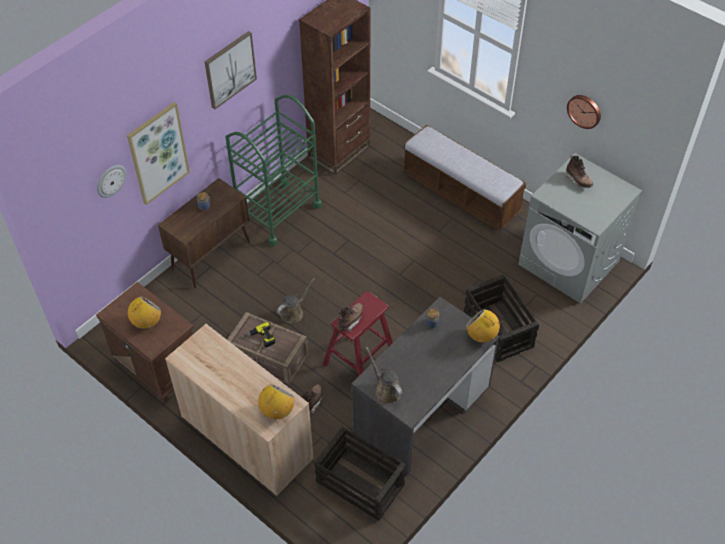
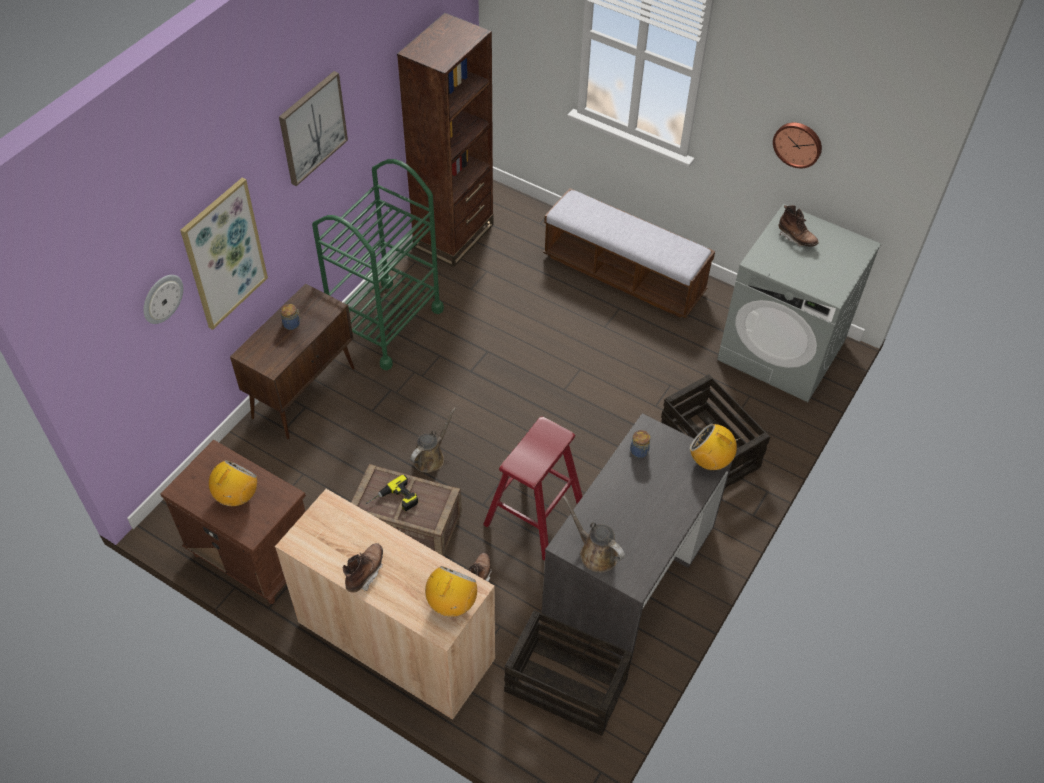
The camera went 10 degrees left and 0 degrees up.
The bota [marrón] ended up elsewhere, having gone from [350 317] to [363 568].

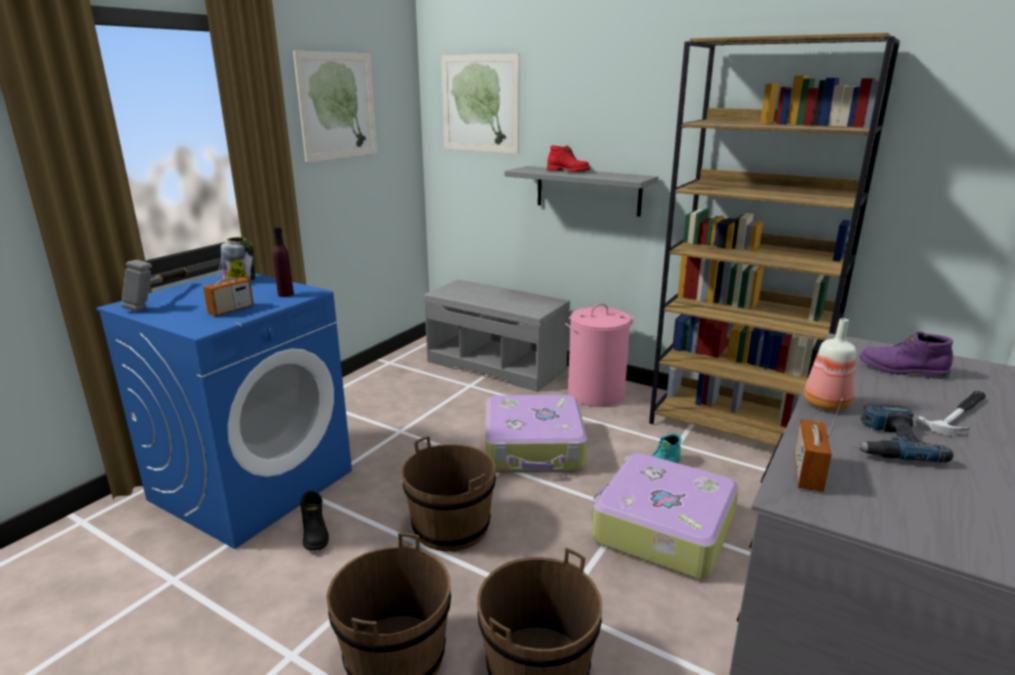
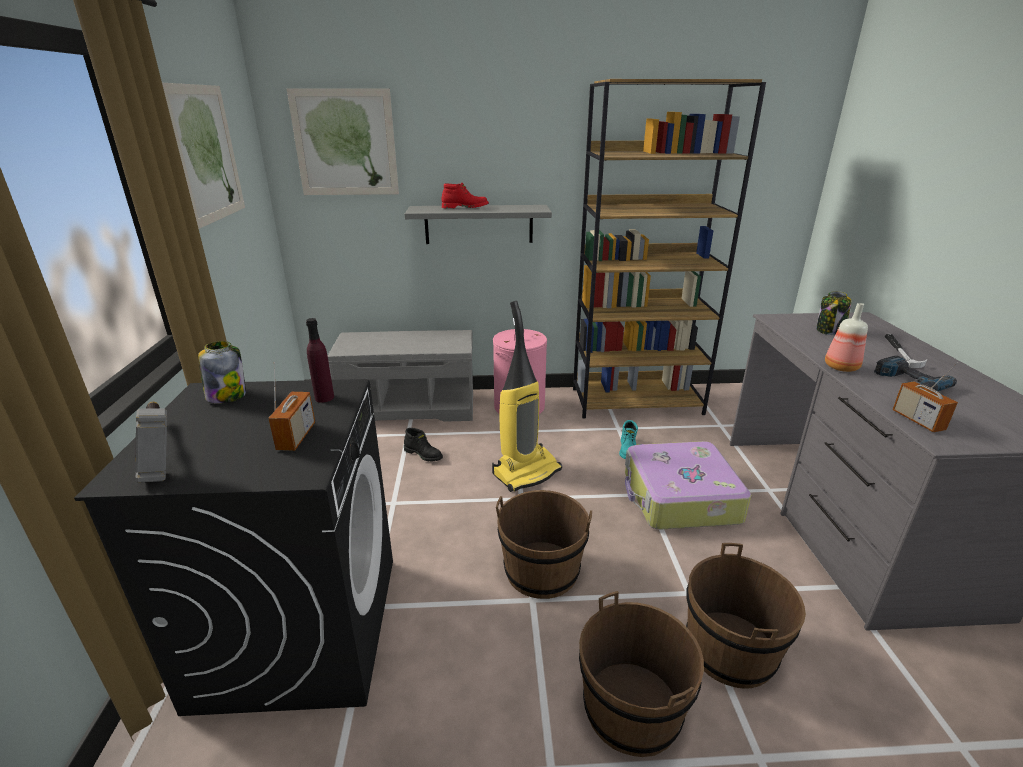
The camera went 35 degrees left and 5 degrees up.
What was the lavadora [azul] at [224 411] turned into the lavadora [negro] at [233 547].
The bota [negro] ended up elsewhere, having gone from [314 521] to [423 445].
Where the maleta stood at [536 434], the aspiradora came to stand at [527 396].
Where the bota [morado] stood at [906 355], the tarro came to stand at [833 313].

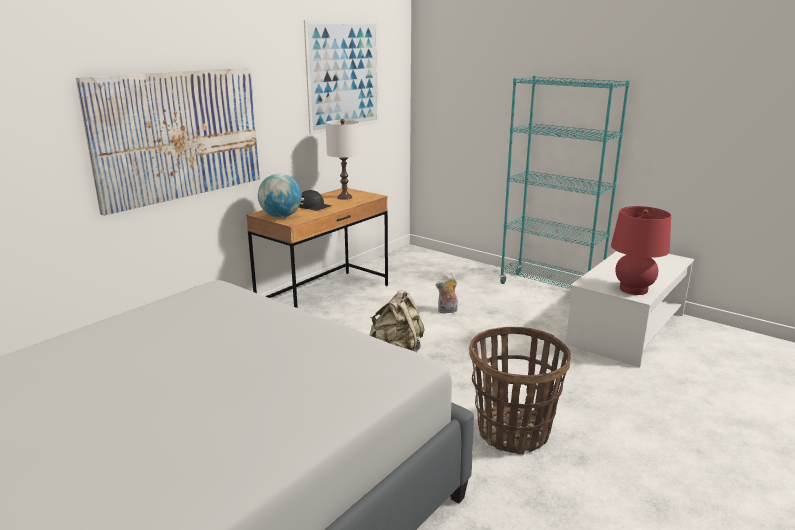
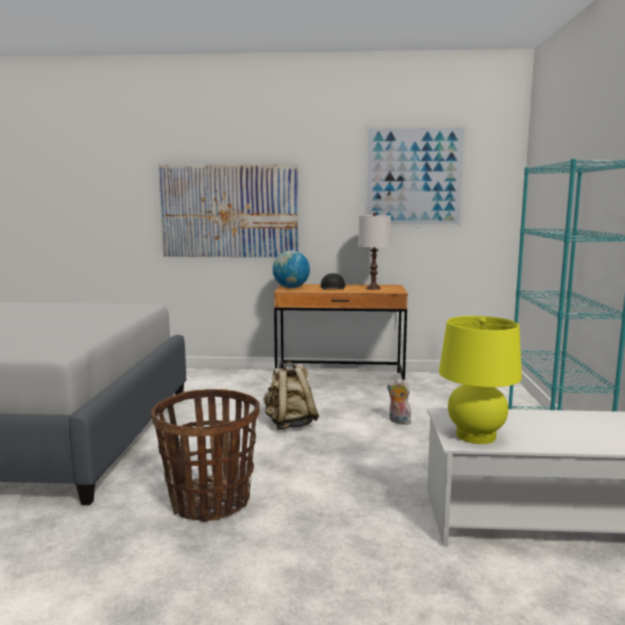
The camera went 55 degrees right and 10 degrees down.
What was the lámpara de mesa [rojo] at [641 250] turned into the lámpara de mesa [amarillo] at [480 380].

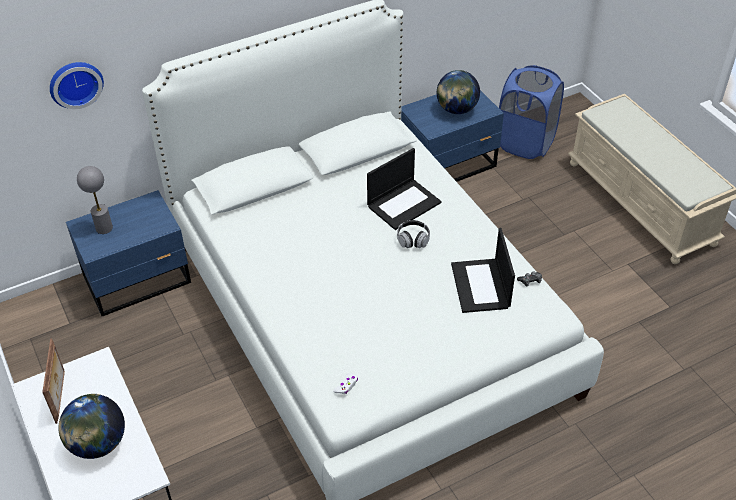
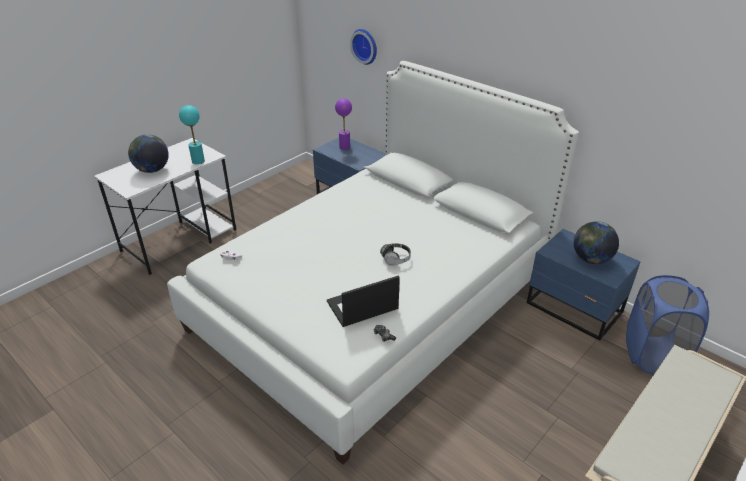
The camera went 70 degrees right and 10 degrees down.
The second view lost the portarretratos at [53 381].
What was the lámpara de mesa [gris] at [95 200] turned into the lámpara de mesa [morado] at [343 124].
The second view lost the portátil at [404 189].
The second view gained the lámpara de mesa [turquesa] at [192 134].

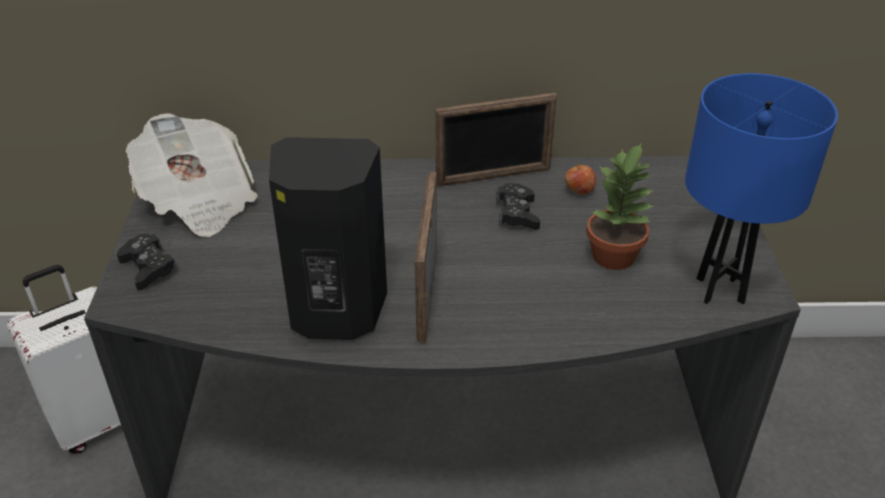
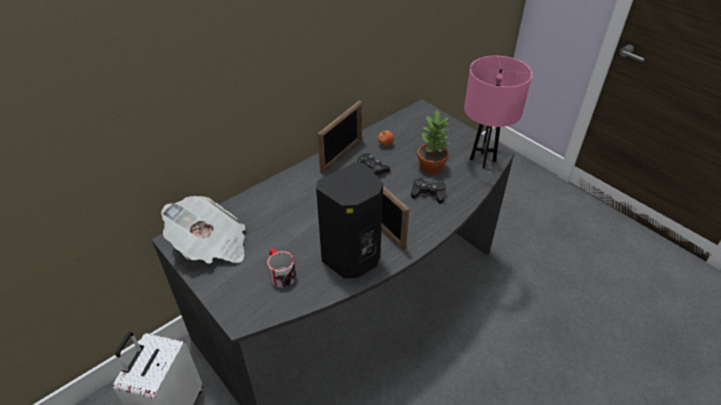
The camera went 40 degrees left and 5 degrees up.
The mando de consola [negro] ended up elsewhere, having gone from [147 262] to [428 190].
What was the lámpara de mesa [azul] at [761 188] turned into the lámpara de mesa [rosa] at [498 112].
The second view gained the taza grande at [281 268].

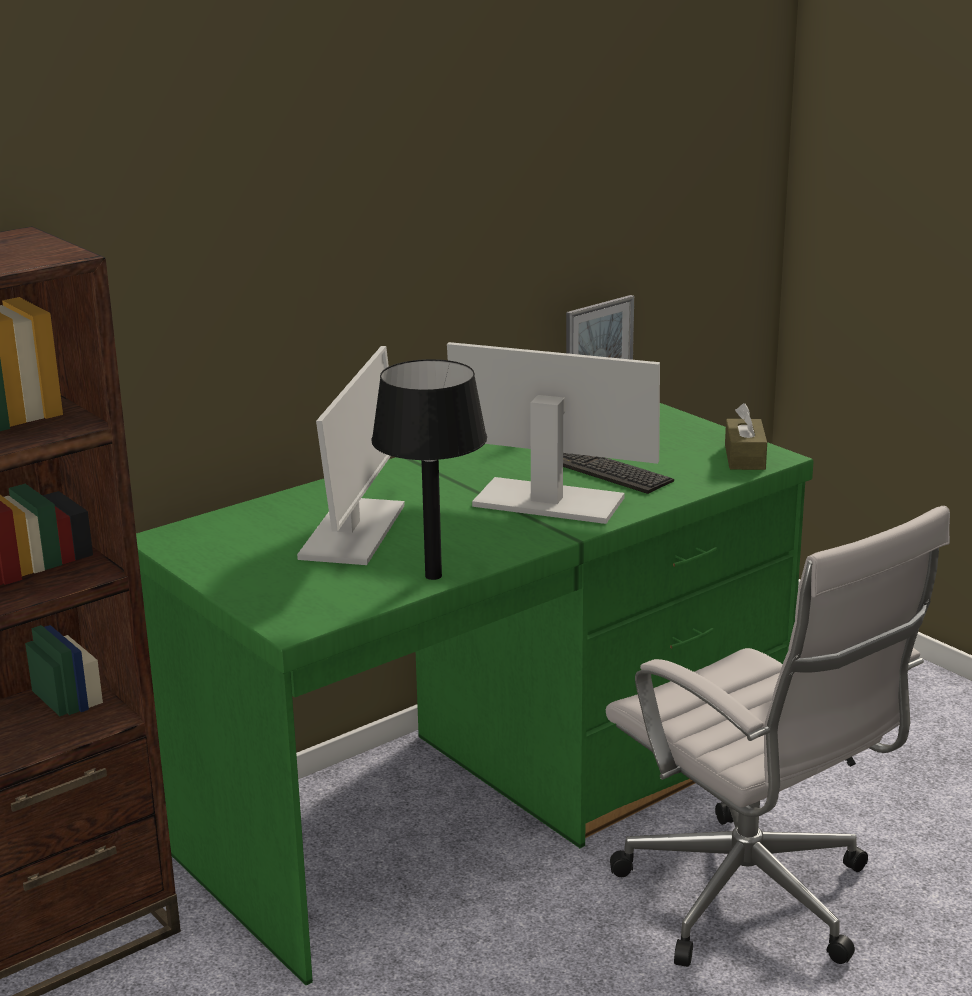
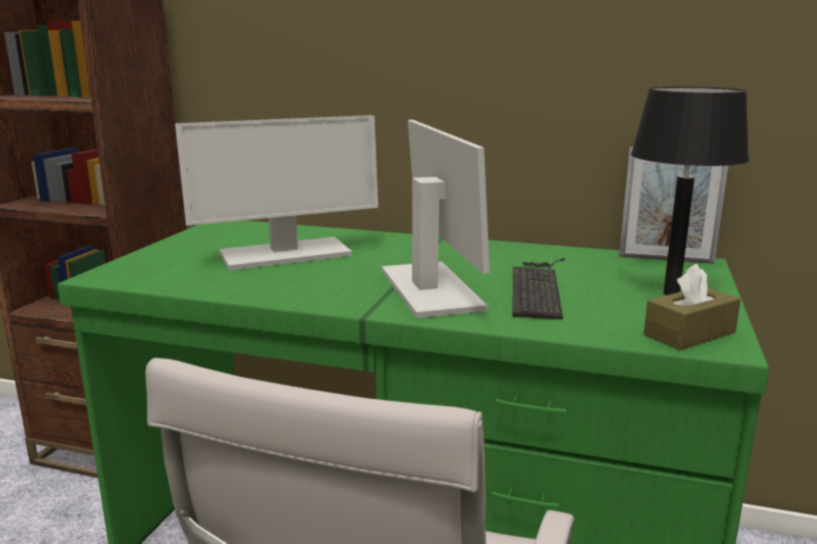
The camera went 55 degrees right and 5 degrees down.
The lámpara de mesa [negro] ended up elsewhere, having gone from [429 469] to [690 191].

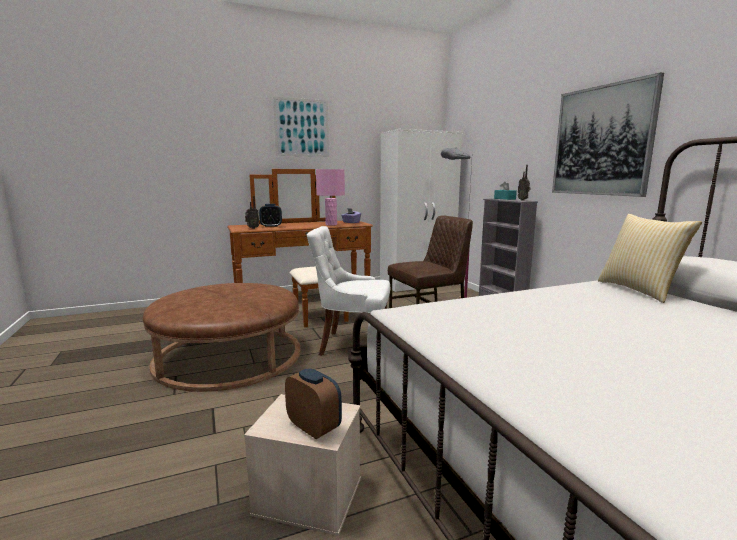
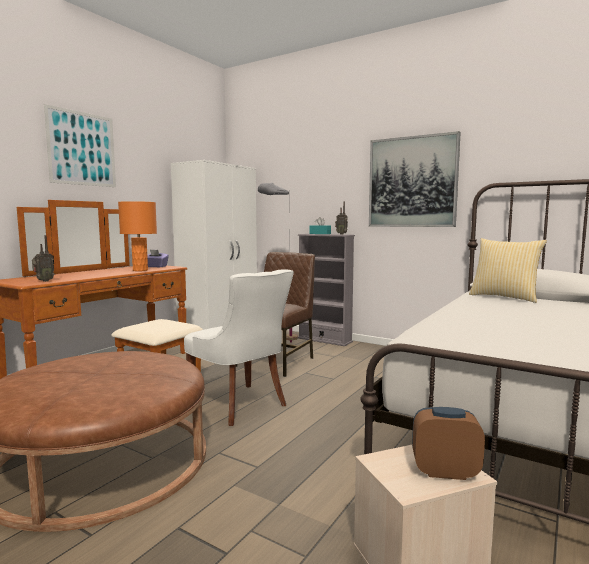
The camera went 35 degrees left and 5 degrees down.
The second view lost the despertador at [270 215].
The silla [blanco] at [348 291] ended up facing another way, 105 degrees counterclockwise from before.
What was the lámpara de mesa [rosa] at [330 197] turned into the lámpara de mesa [naranja] at [137 236].

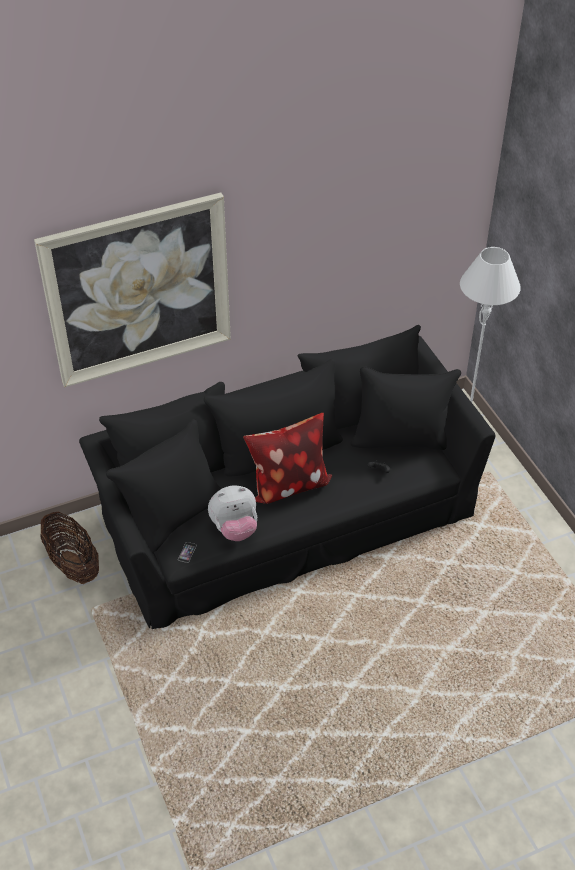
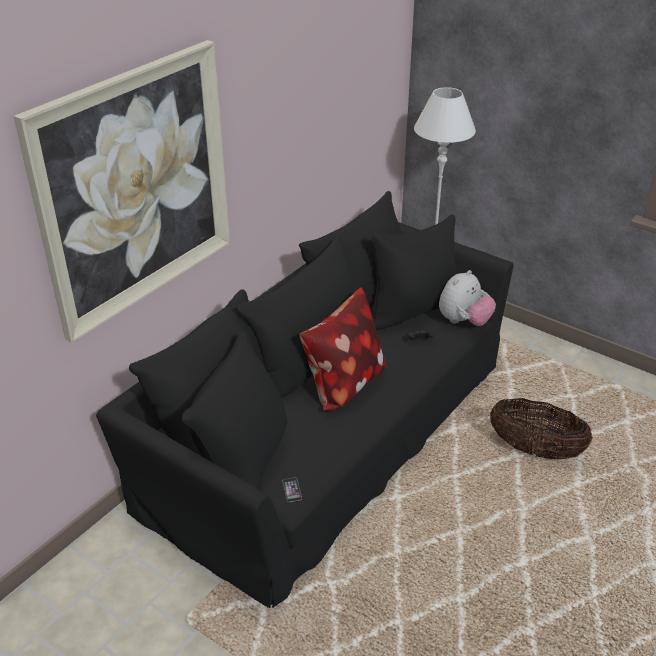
The camera went 30 degrees left and 10 degrees down.
The cesta ended up elsewhere, having gone from [69 548] to [541 428].
The peluche ended up elsewhere, having gone from [232 513] to [467 298].

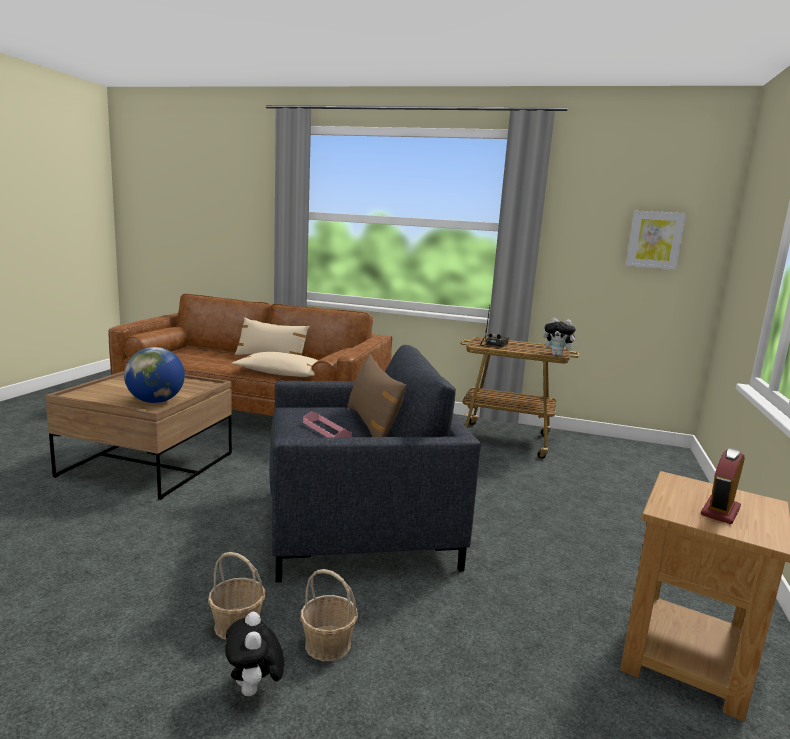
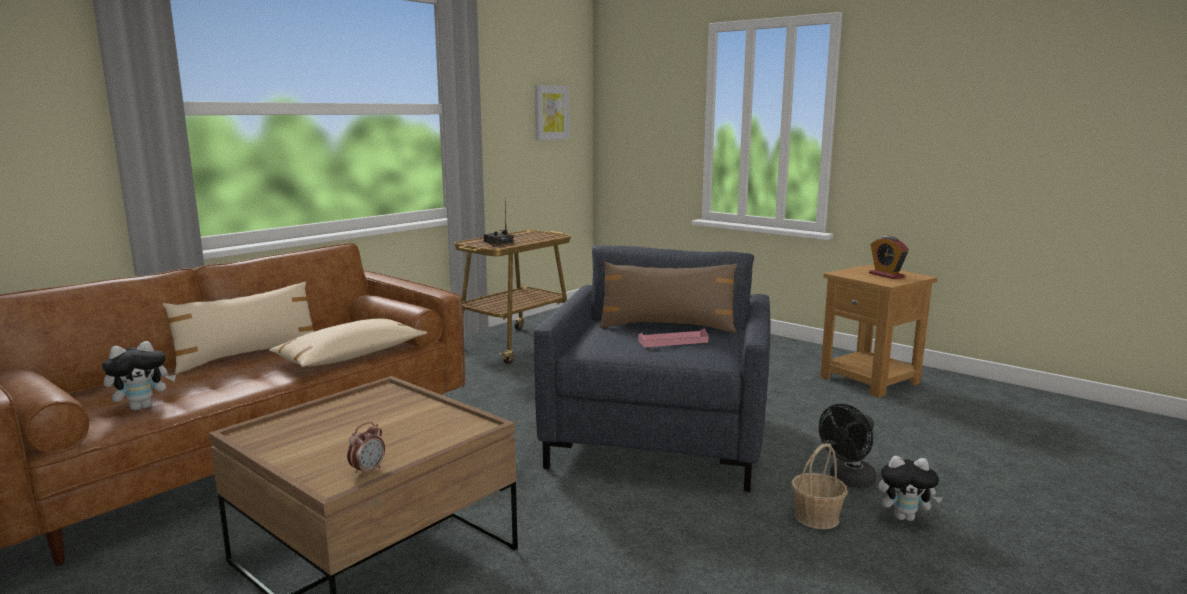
The camera went 65 degrees left and 0 degrees up.
The second view lost the globo terráqueo at [154 375].
Where the cesta stood at [329 615], the ventilador [negro] came to stand at [848 446].
The peluche ended up elsewhere, having gone from [561 336] to [139 375].
The second view gained the despertador at [366 449].

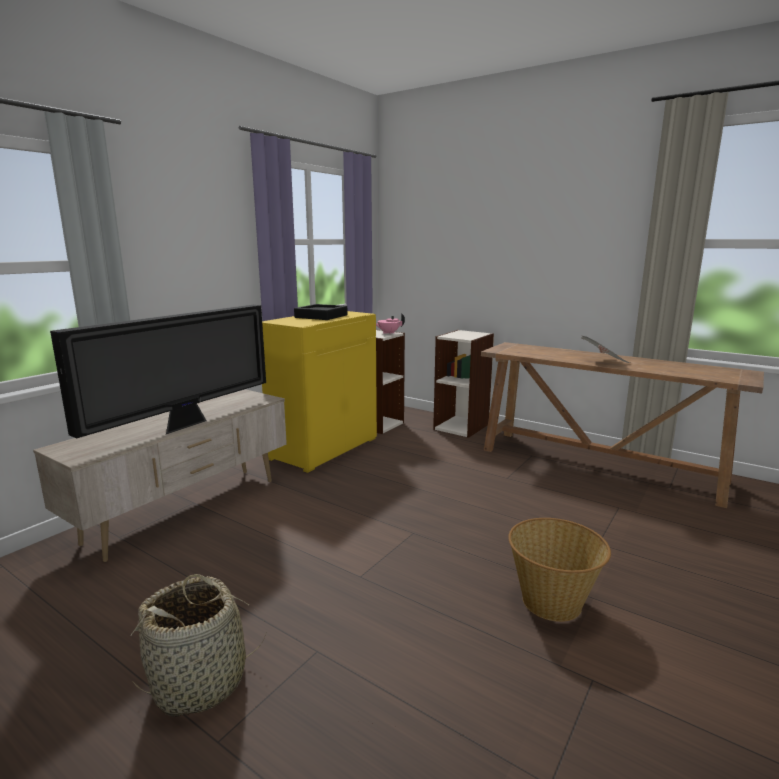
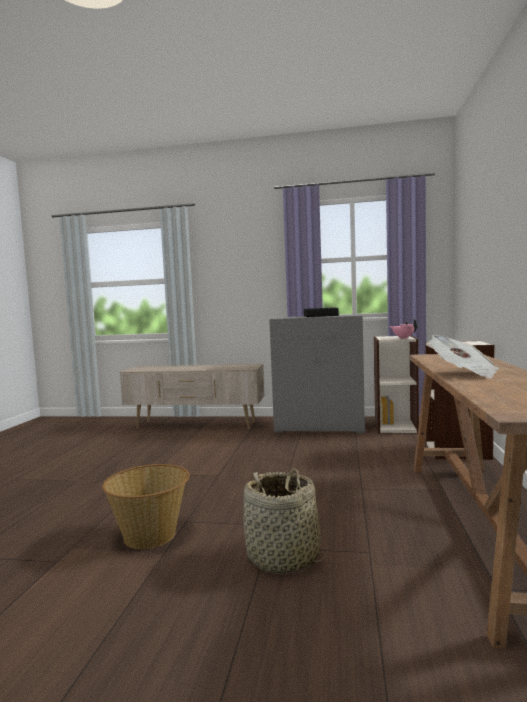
The camera went 65 degrees right and 10 degrees down.
The second view lost the televisor at [158 371].
The cesta ended up elsewhere, having gone from [196 645] to [285 521].
What was the armario [amarillo] at [319 392] turned into the armario [gris] at [317 373].

